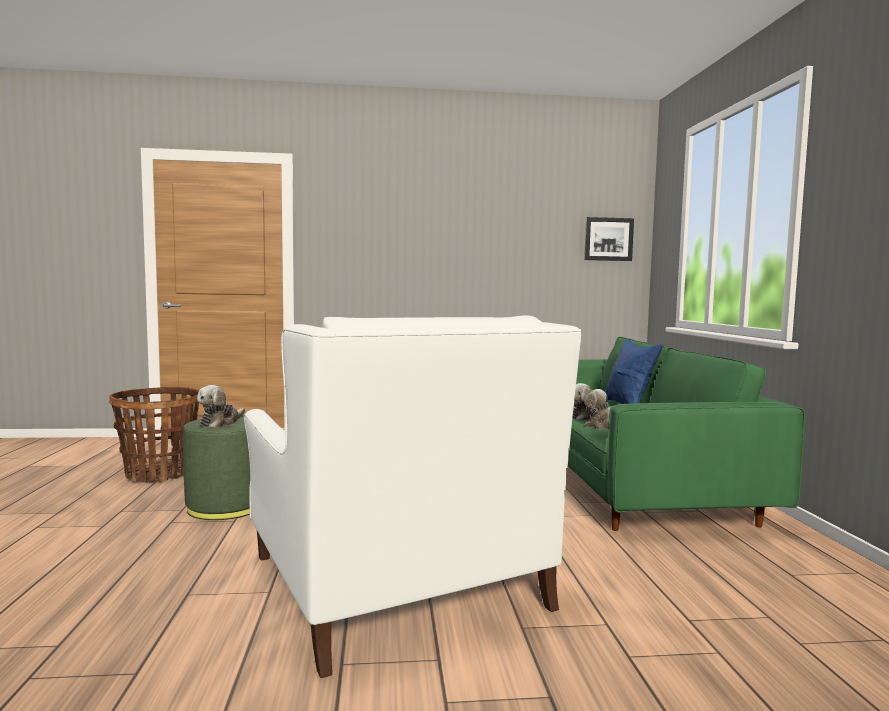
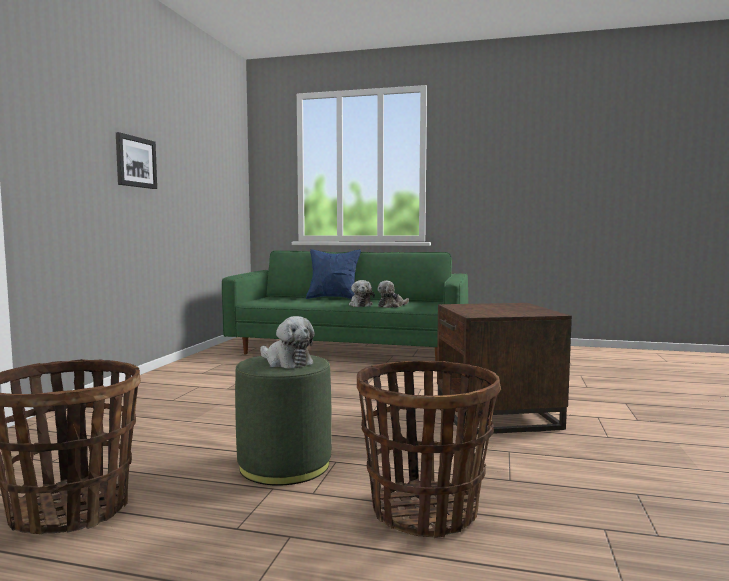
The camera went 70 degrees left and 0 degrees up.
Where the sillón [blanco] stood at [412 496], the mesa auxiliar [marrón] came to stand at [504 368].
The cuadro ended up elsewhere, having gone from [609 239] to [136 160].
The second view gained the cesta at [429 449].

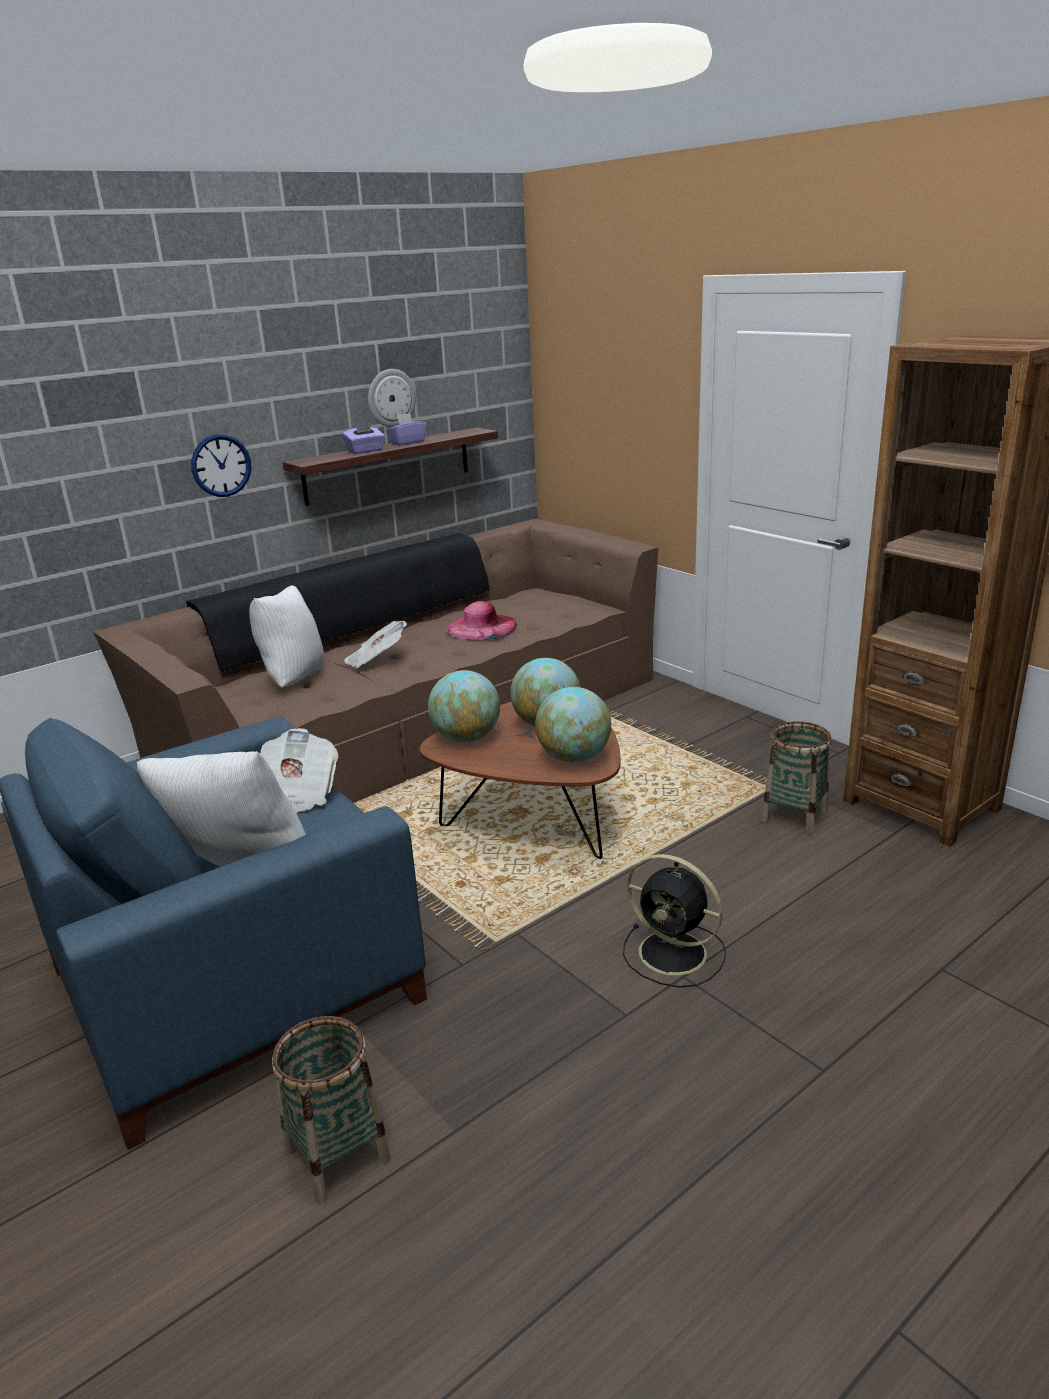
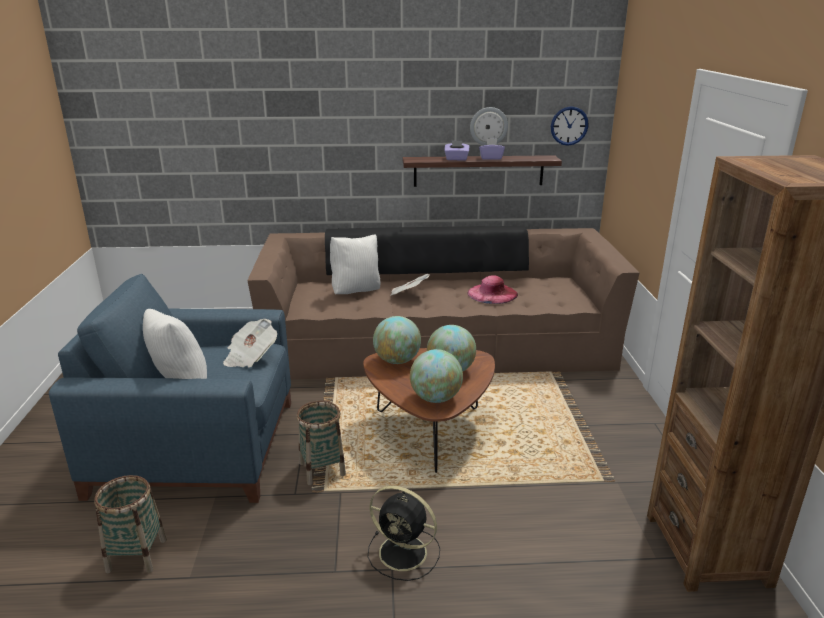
The camera went 35 degrees right and 0 degrees up.
The reloj de pared ended up elsewhere, having gone from [221 465] to [569 126].
The ventilador [negro] at [674 921] ended up facing another way, 45 degrees counterclockwise from before.
The cesta ended up elsewhere, having gone from [796 777] to [321 443].

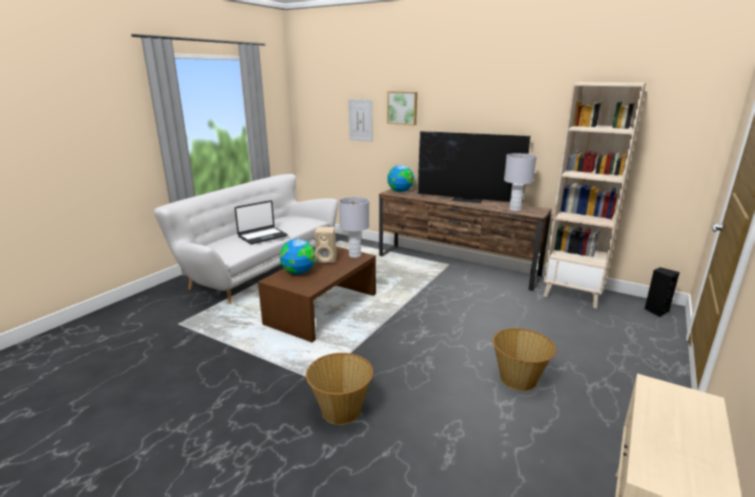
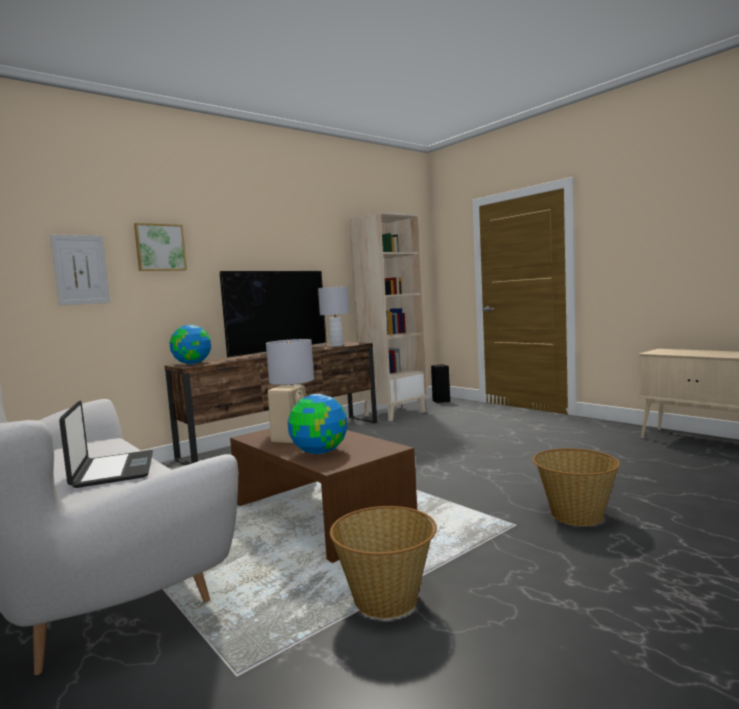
The camera went 70 degrees left and 15 degrees down.
The cesta ended up elsewhere, having gone from [524 359] to [383 562].

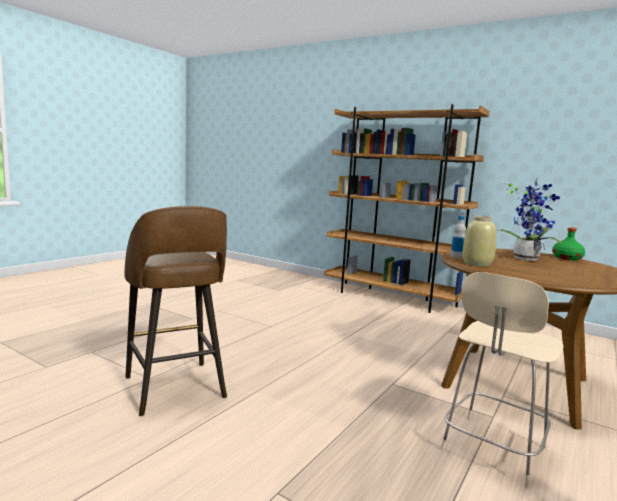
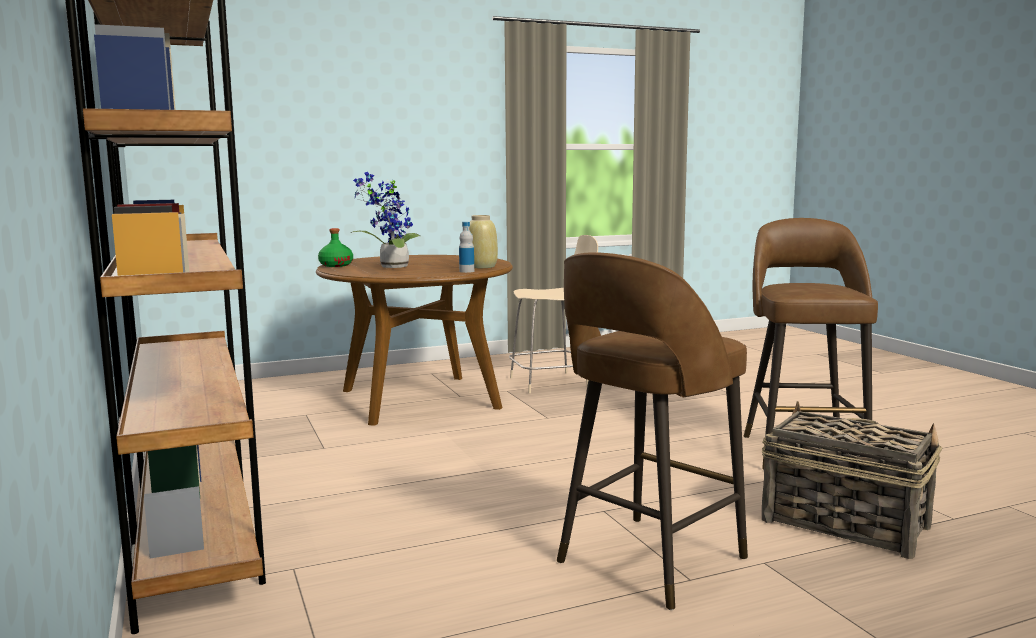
The camera went 145 degrees left and 0 degrees up.
The second view gained the taburete [marrón] at [652 431].
The second view gained the cesta at [852 480].

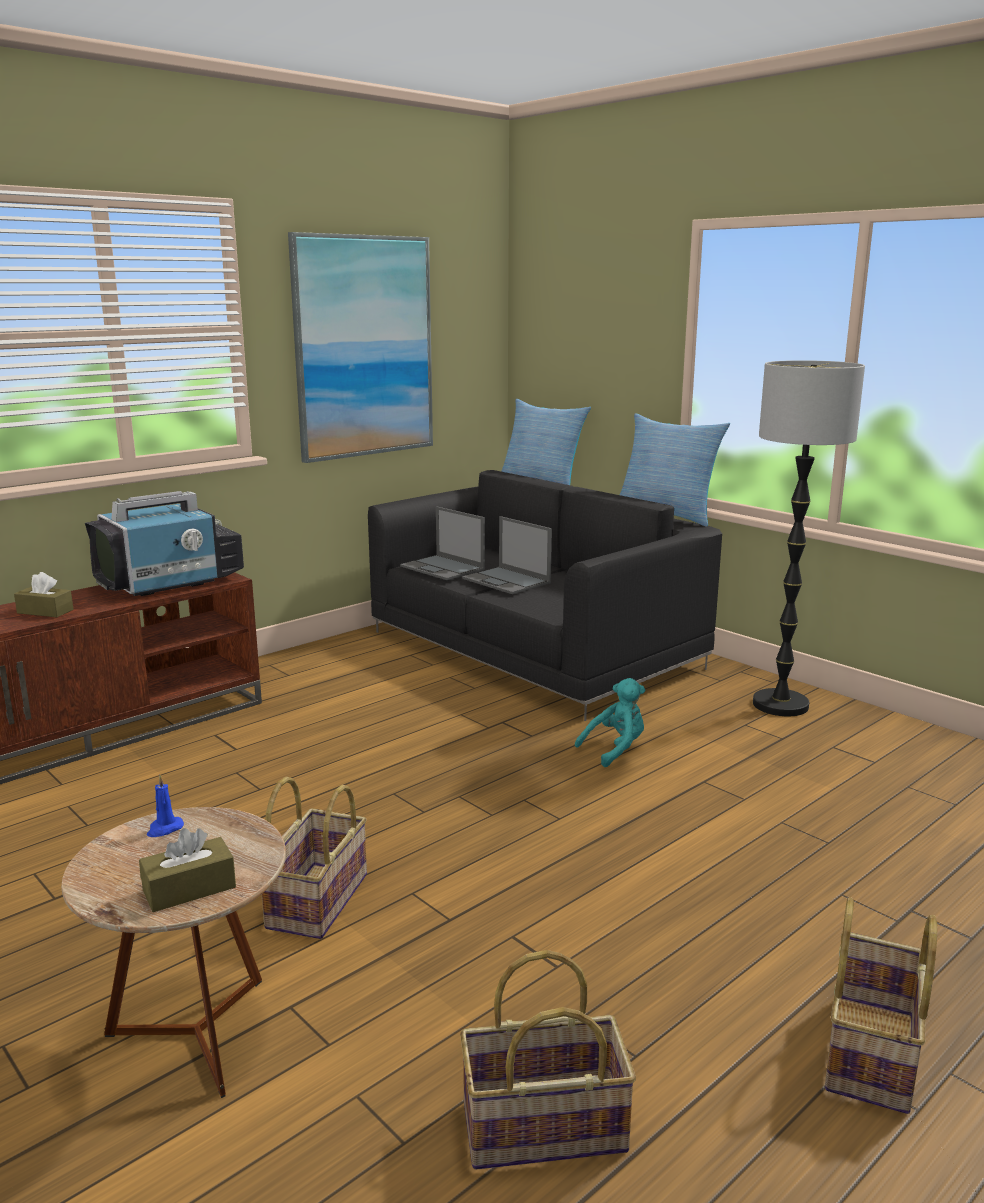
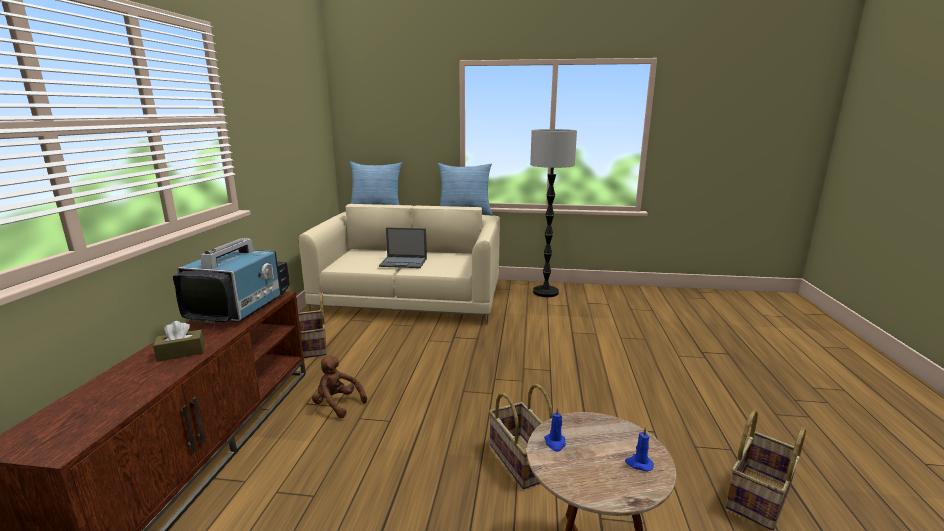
The camera went 40 degrees left and 0 degrees up.
Where the caja de pañuelos [marrón] stood at [187 870], the vela [azul] came to stand at [639 449].
The second view lost the cuadro at [360 347].
What was the sofá [negro] at [545 595] turned into the sofá [beis] at [399 264].
The second view lost the portátil at [442 543].
The second view lost the peluche [turquesa] at [610 722].
The cesta ended up elsewhere, having gone from [881 1005] to [312 325].
The second view gained the peluche [marrón] at [339 387].

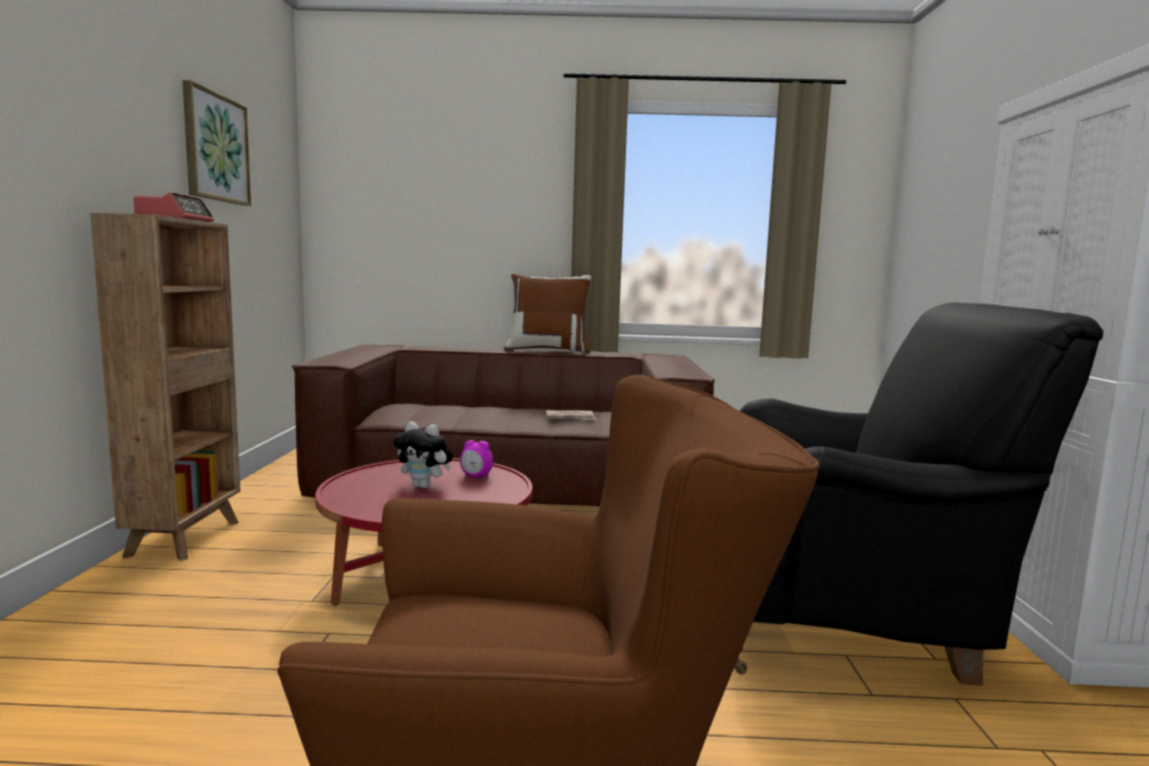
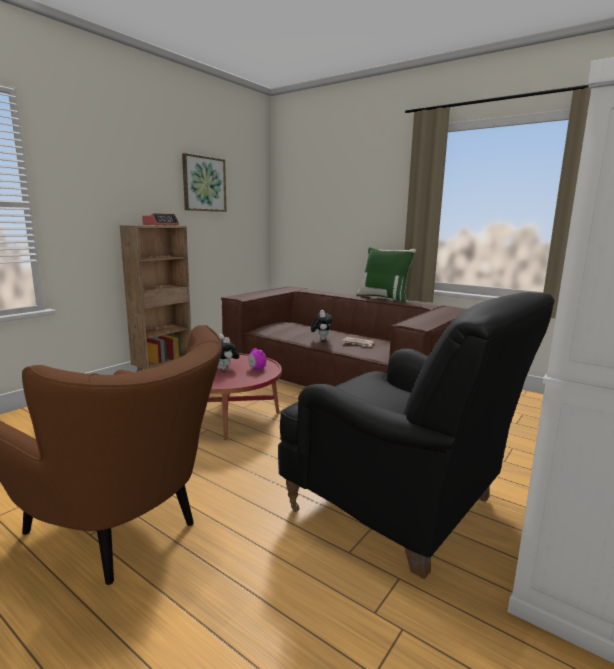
The camera went 35 degrees right and 5 degrees up.
What was the cojín [marrón] at [548 313] turned into the cojín [verde] at [386 274].
The second view gained the peluche at [322 325].

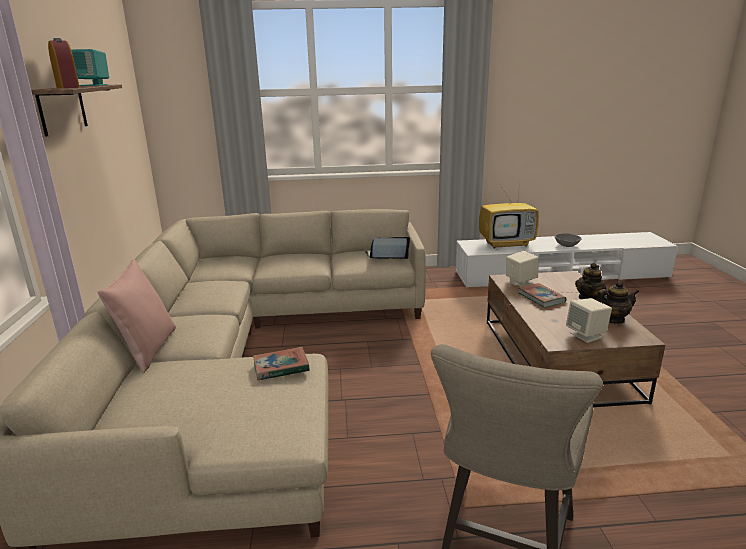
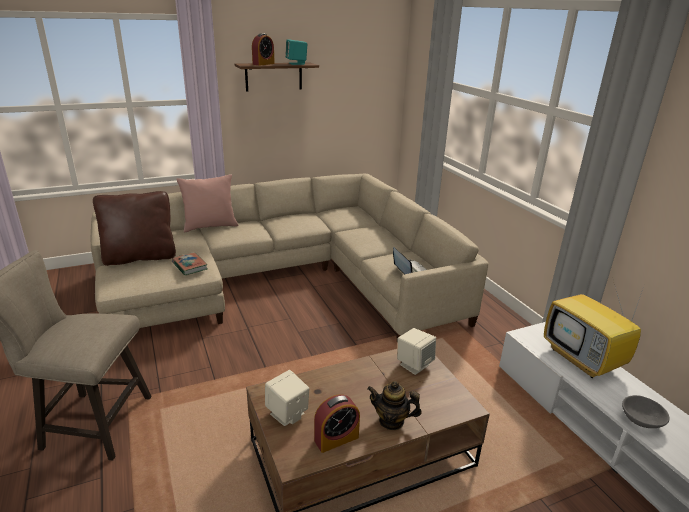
The camera went 70 degrees right and 5 degrees up.
The second view lost the libro at [542 295].
Where the tetera stood at [617 302], the despertador came to stand at [337 423].
The second view gained the cojín [marrón] at [134 228].

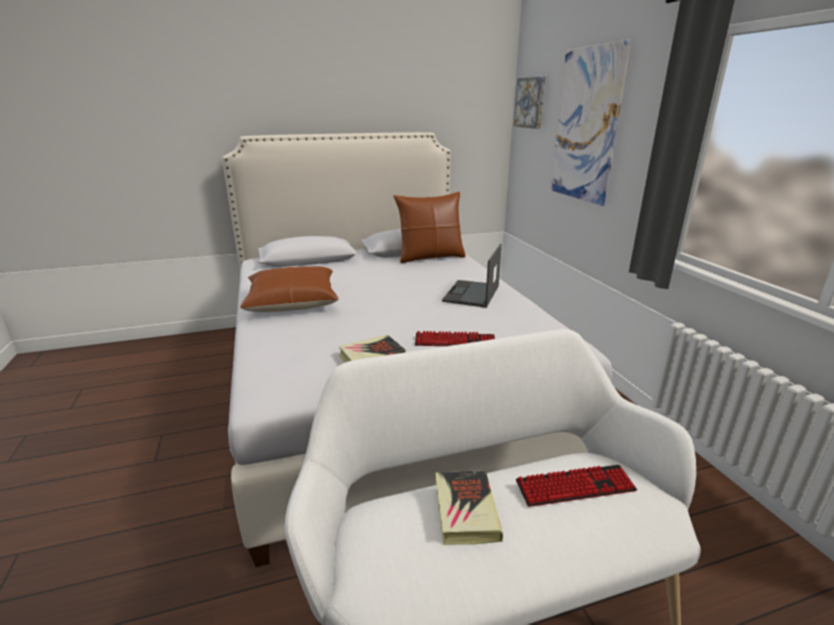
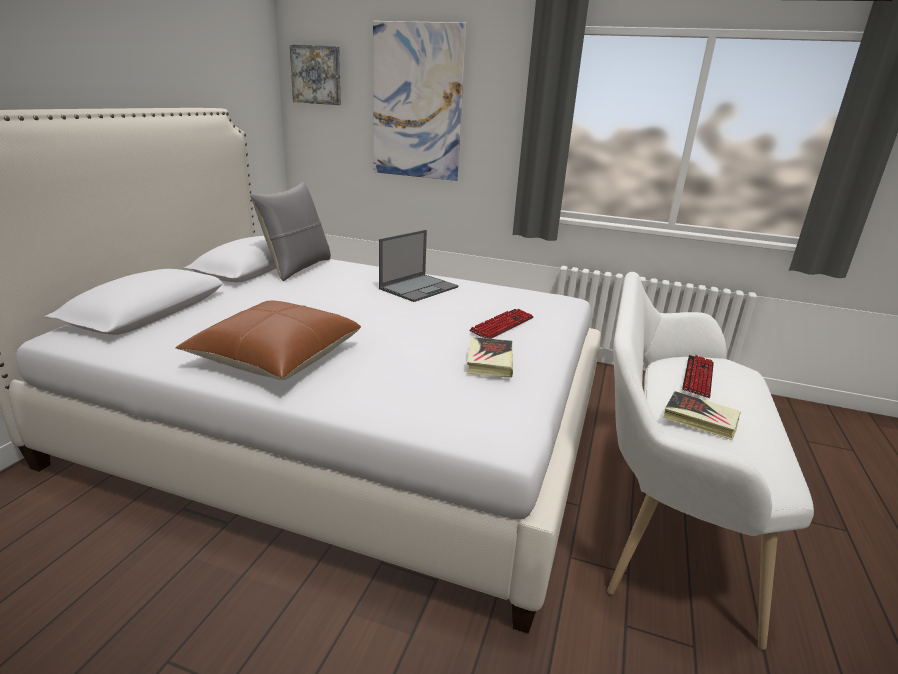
The camera went 55 degrees left and 0 degrees up.
What was the cojín [marrón] at [429 227] turned into the cojín [gris] at [290 231].
The portátil at [472 276] ended up facing another way, 105 degrees counterclockwise from before.

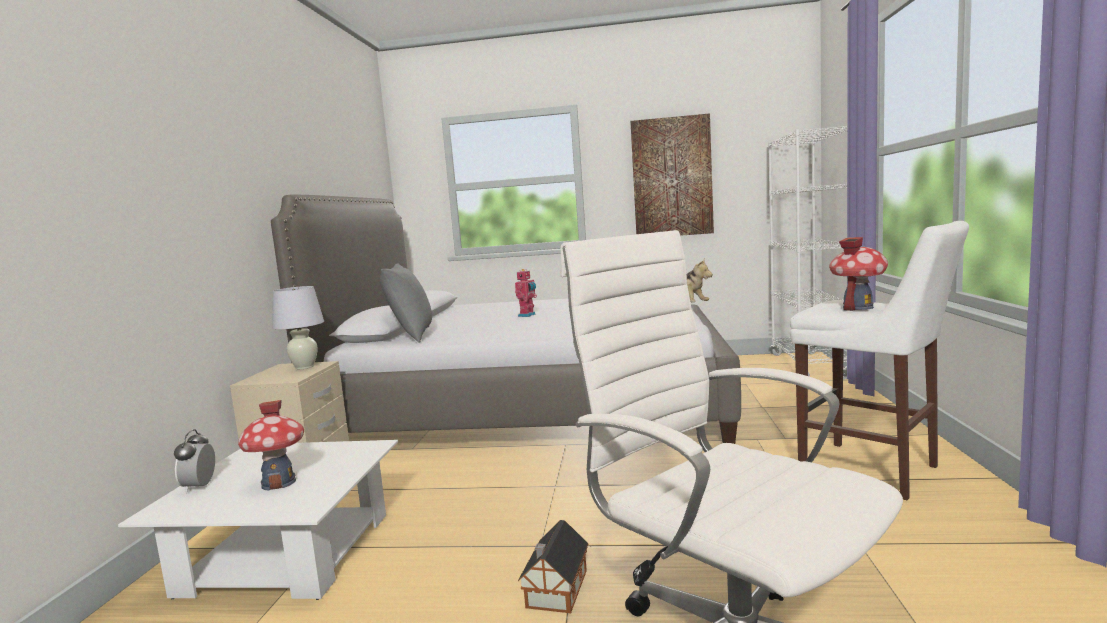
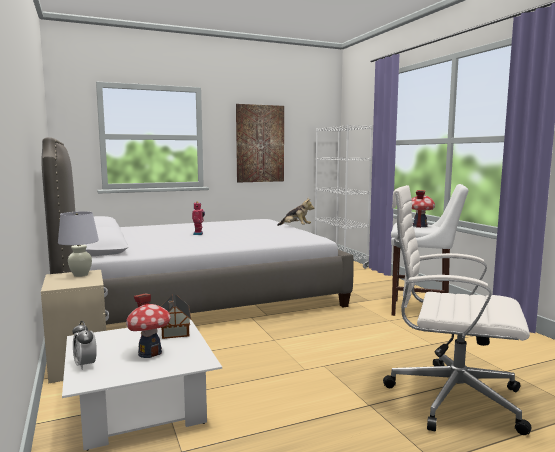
The camera went 30 degrees left and 0 degrees up.
The second view lost the cojín [gris] at [406 303].
The casita ended up elsewhere, having gone from [553 566] to [176 316].

